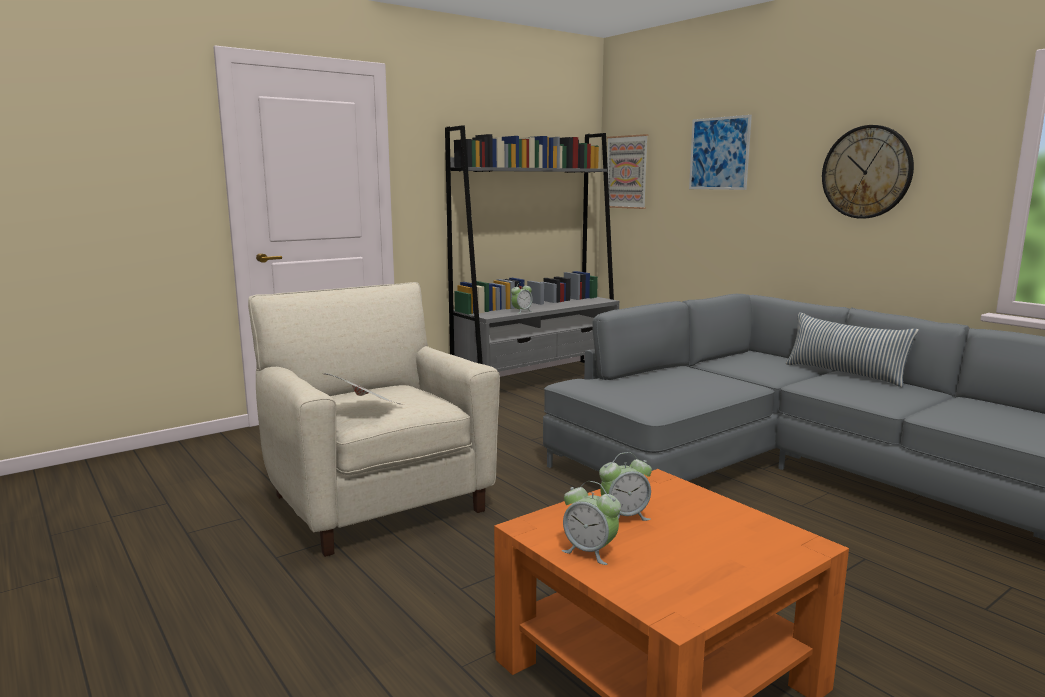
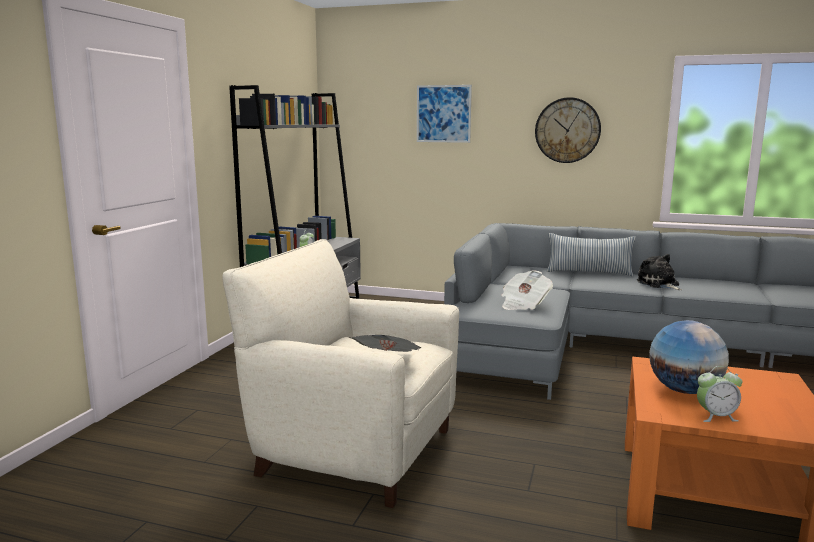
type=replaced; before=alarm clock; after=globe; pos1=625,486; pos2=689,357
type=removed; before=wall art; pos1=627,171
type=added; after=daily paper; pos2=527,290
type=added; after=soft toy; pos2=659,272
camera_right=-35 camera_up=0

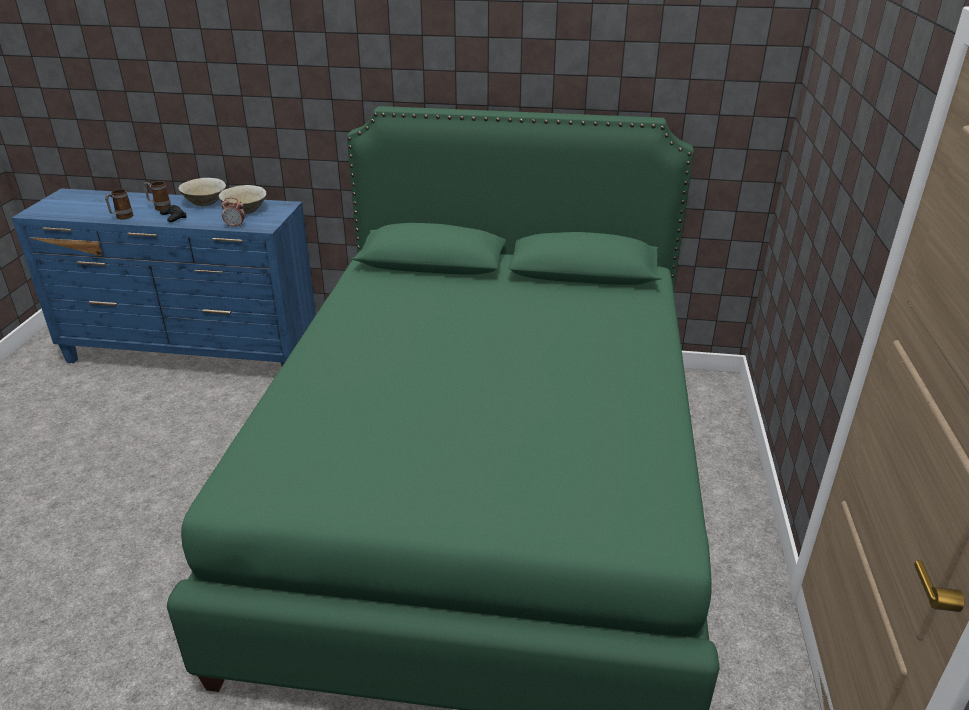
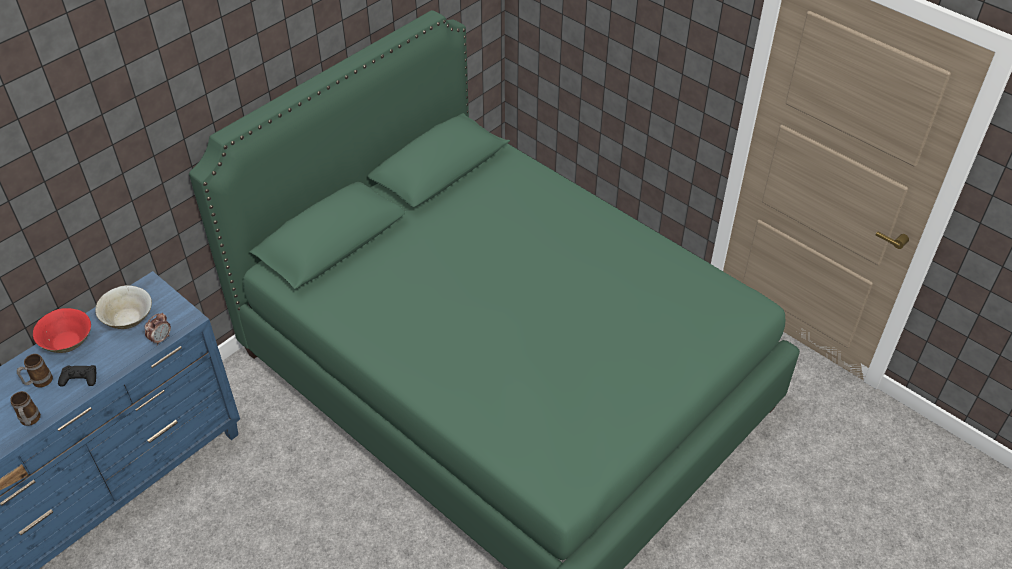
type=recoloured; before=serving bowl (beige-coloured); after=serving bowl (red); pos1=202,192; pos2=62,330
camera_right=-55 camera_up=15

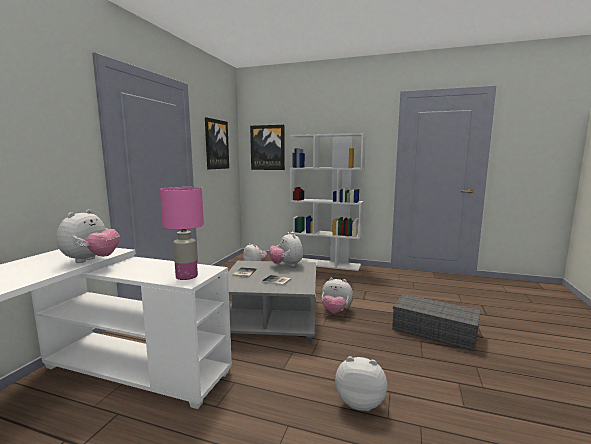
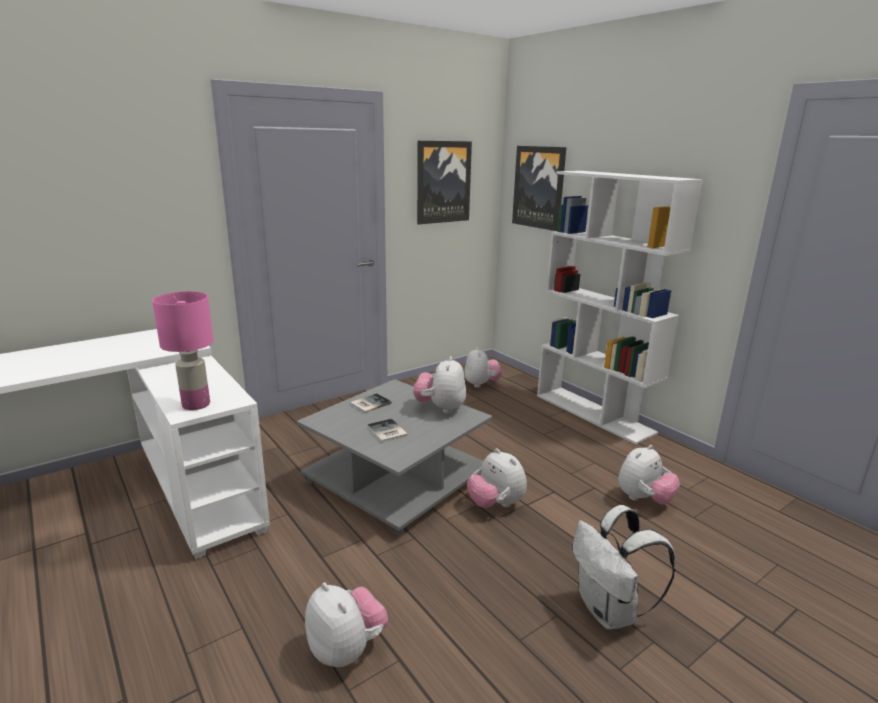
type=moved; before=soft toy; pos1=88,236; pos2=649,474
type=replaced; before=storage bin (grey); after=knapsack (white); pos1=436,322; pos2=624,567
camera_right=35 camera_up=10

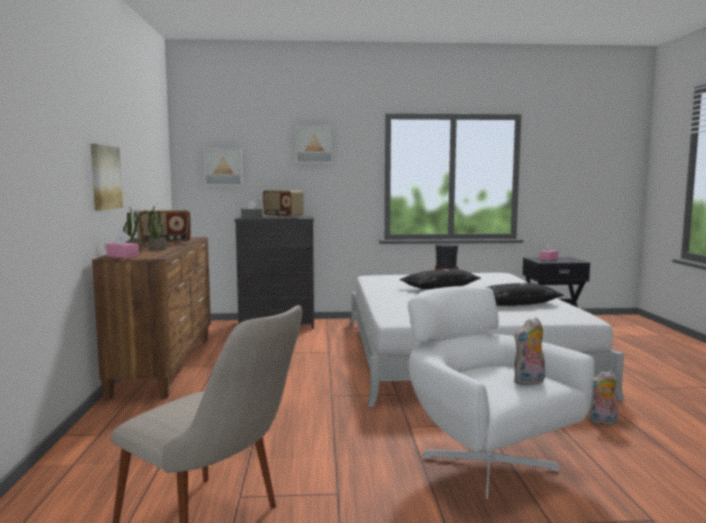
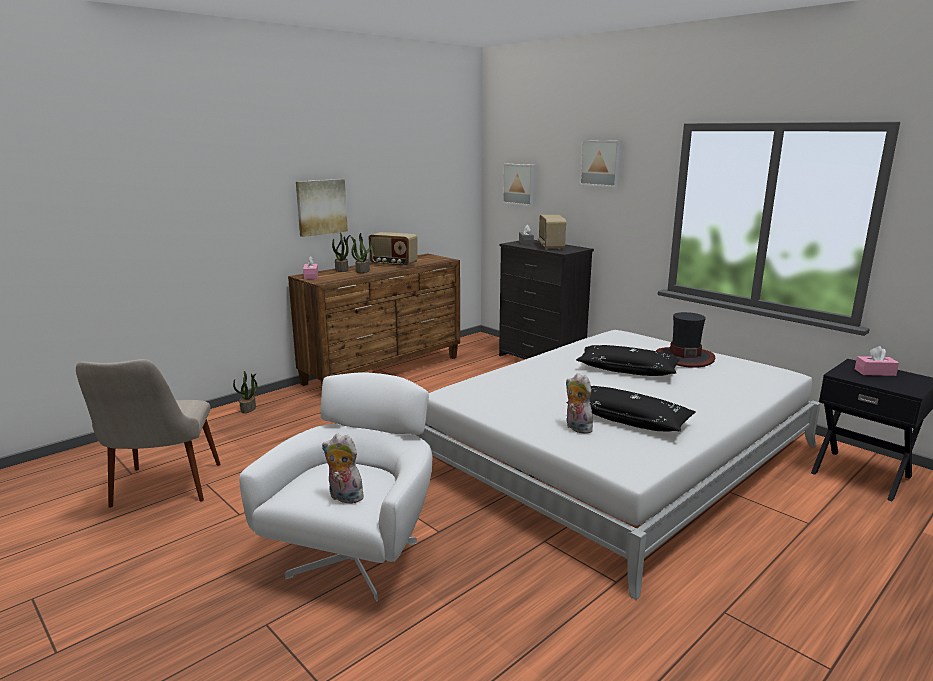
type=moved; before=soft toy; pos1=603,398; pos2=579,403
type=added; after=houseplant; pos2=245,392
camera_right=50 camera_up=10

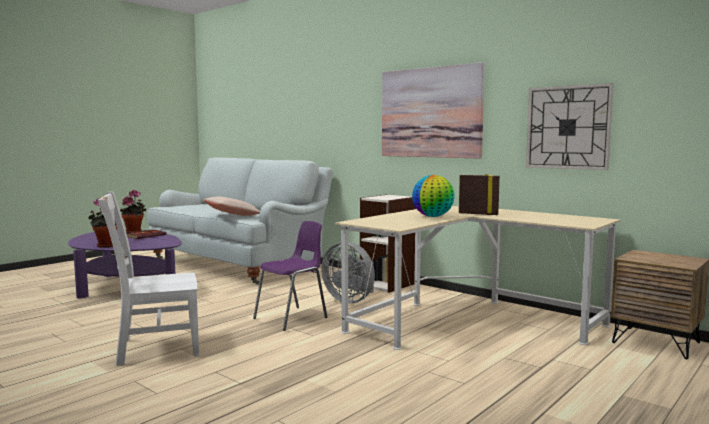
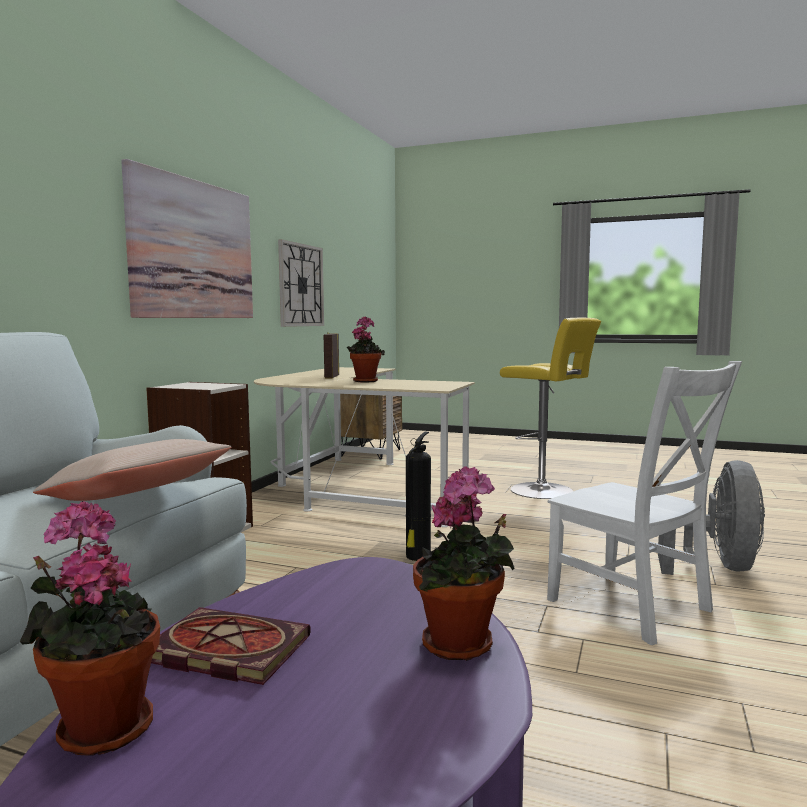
type=replaced; before=upright chair (purple); after=fire-fighting cylinder; pos1=290,276; pos2=418,496
type=moved; before=cooling fan (grey); pos1=348,272; pos2=711,517
type=replaced; before=globe; after=houseplant; pos1=433,196; pos2=366,349
type=added; after=stool seat (yellow-coloured); pos2=550,408
camera_right=-110 camera_up=0

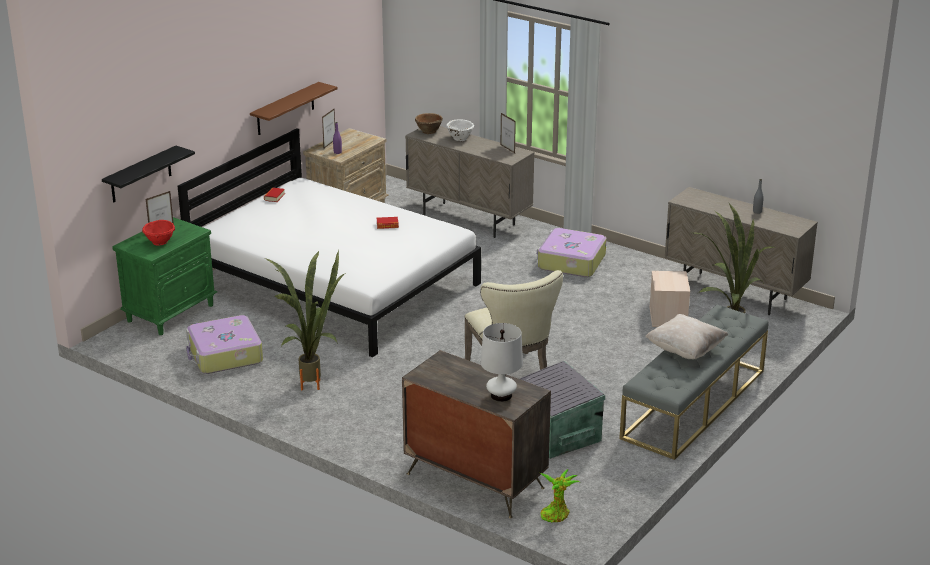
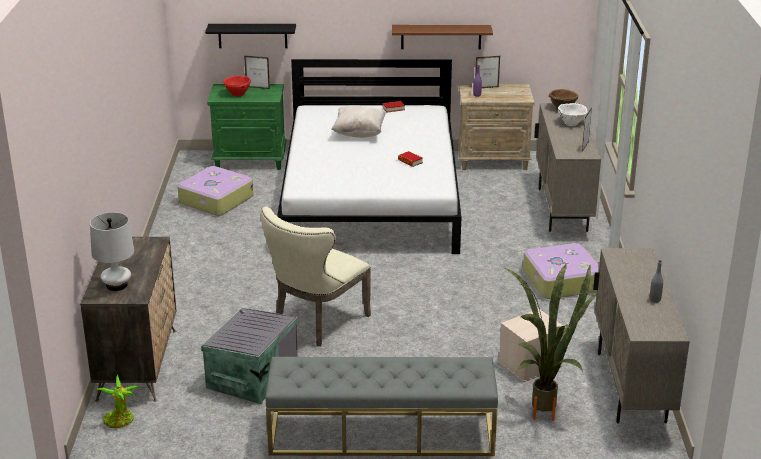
type=removed; before=houseplant; pos1=305,320
type=moved; before=pillow (beige-coloured); pos1=686,336; pos2=358,122
camera_right=55 camera_up=0

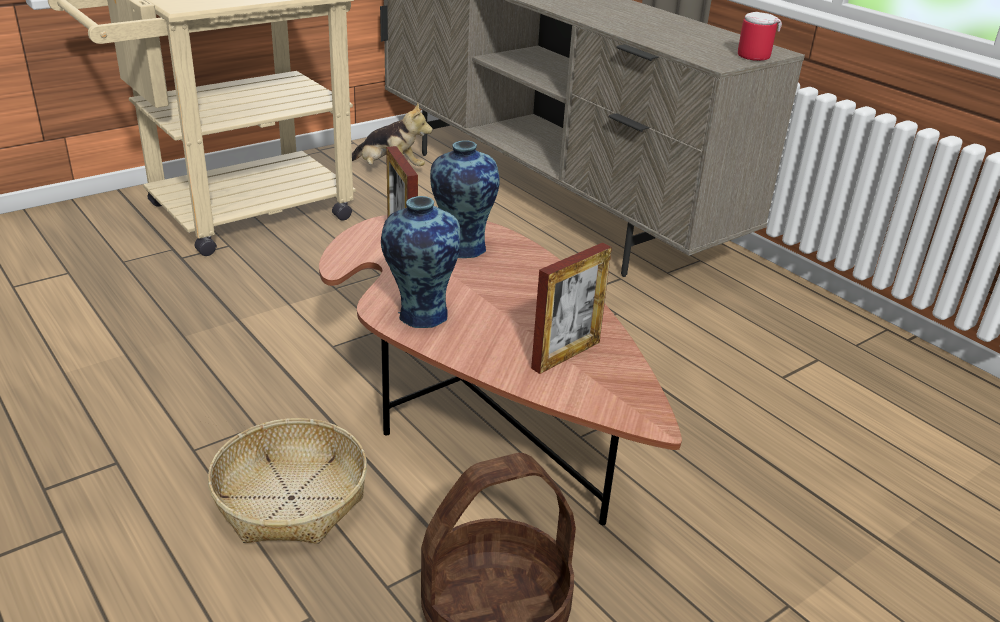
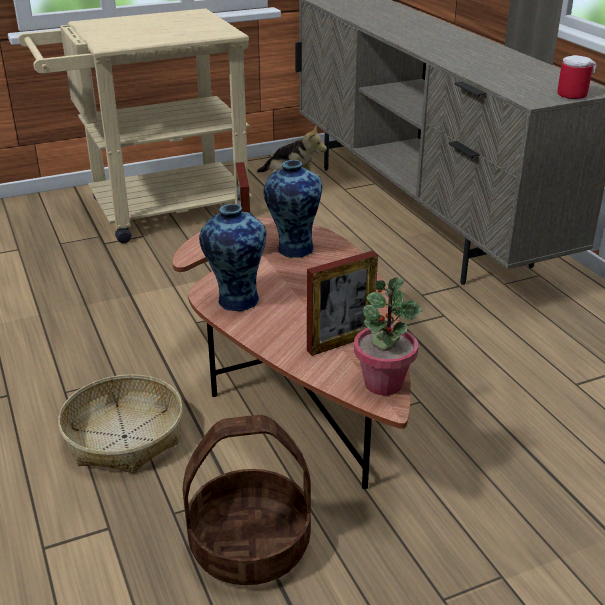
type=added; after=houseplant; pos2=388,337
camera_right=15 camera_up=0

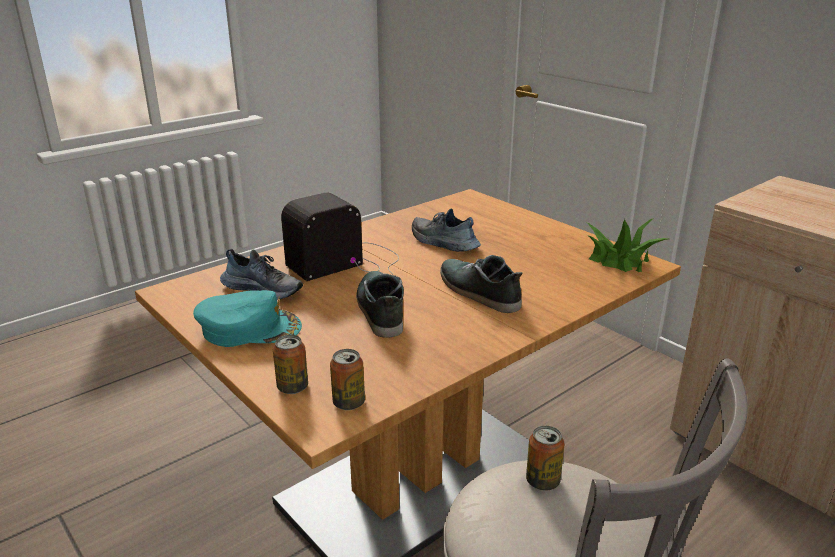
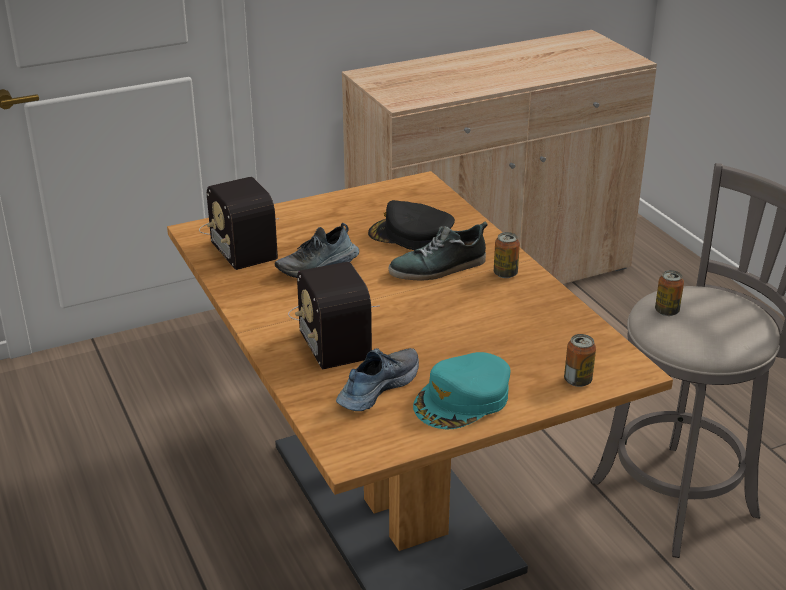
type=turned; before=cap (turquoise-coloured); pos1=247,318; pos2=461,390; turn=-150
type=moved; before=sealed can; pos1=347,379; pos2=507,255
type=removed; before=shoe; pos1=380,304
type=removed; before=houseplant; pos1=626,245
type=added; after=radio; pos2=239,223
type=added; after=cap (black); pos2=411,225
camera_right=-75 camera_up=5

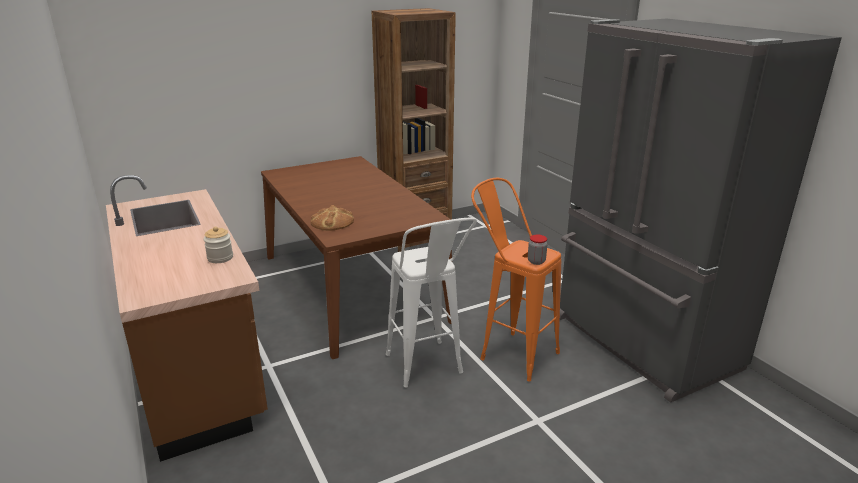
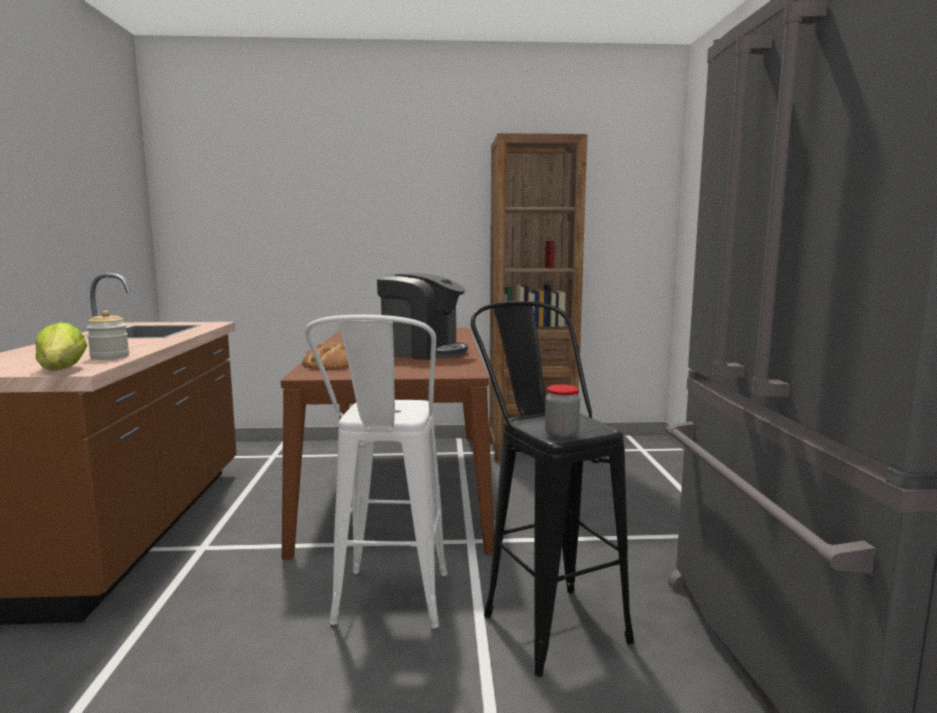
type=recoloured; before=stool seat (orangey); after=stool seat (black); pos1=516,280; pos2=552,489
type=added; after=lettuce head; pos2=61,346
type=added; after=coffee brewer; pos2=422,316
camera_right=25 camera_up=-15

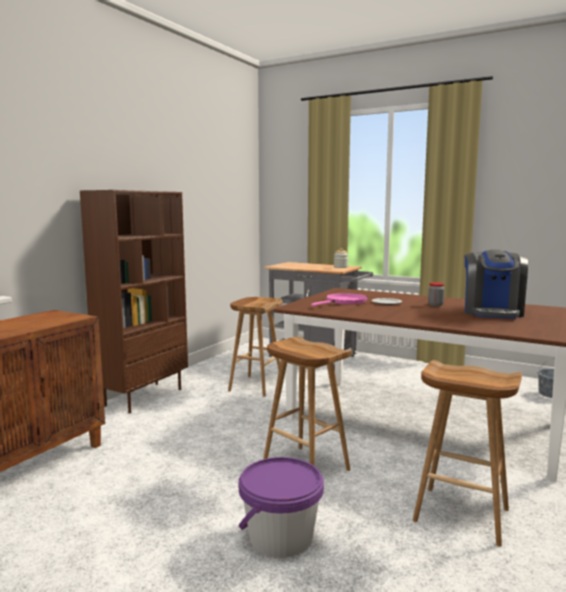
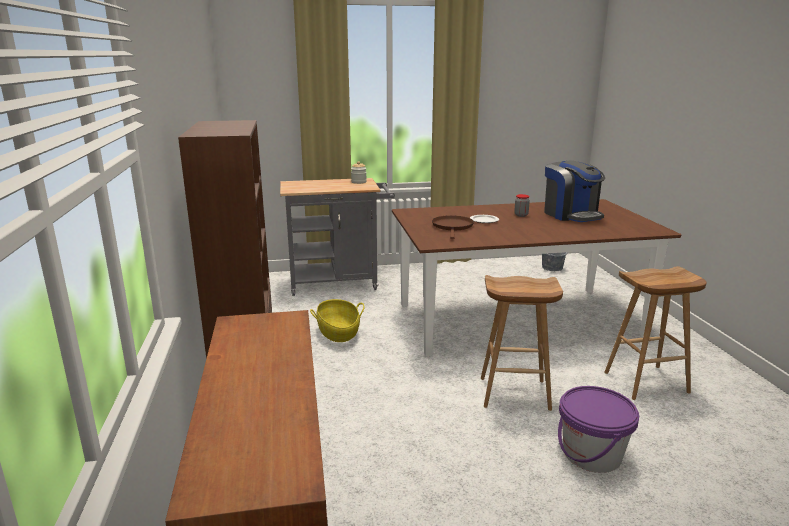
type=replaced; before=stool seat (brownish); after=household basket; pos1=255,347; pos2=337,320
type=recoloured; before=pan (pink-coloured); after=pan (brownish); pos1=339,299; pos2=453,227
camera_right=-40 camera_up=10

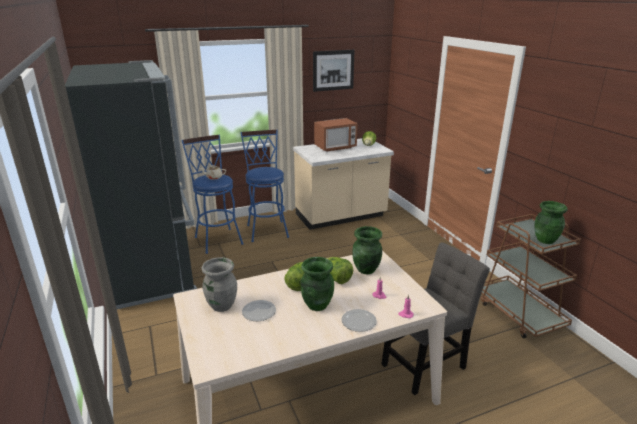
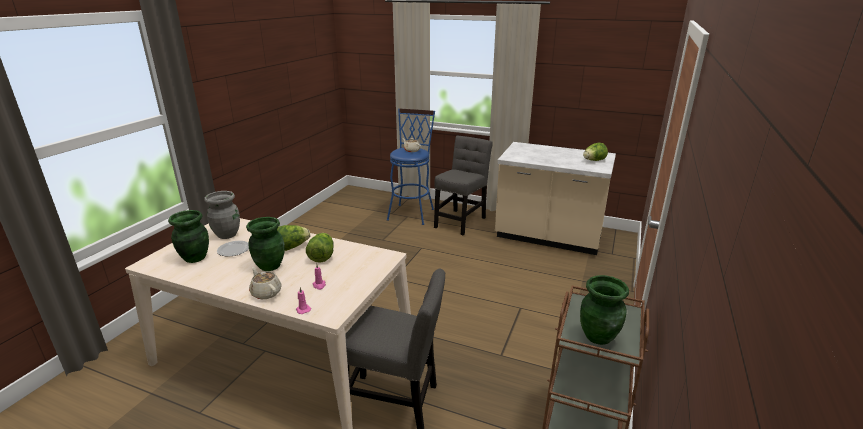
type=removed; before=kitchen fridge (black); pos1=131,184
type=replaced; before=stool seat (blue-coloured); after=upright chair (grey); pos1=265,186; pos2=463,185
type=removed; before=wall art; pos1=333,71
type=removed; before=microwave oven; pos1=336,135
type=replaced; before=flat dish; after=pot for tea (beige-coloured); pos1=359,320; pos2=265,283
type=moved; before=decorative vase (greenish); pos1=367,250; pos2=188,236
camera_right=45 camera_up=0

